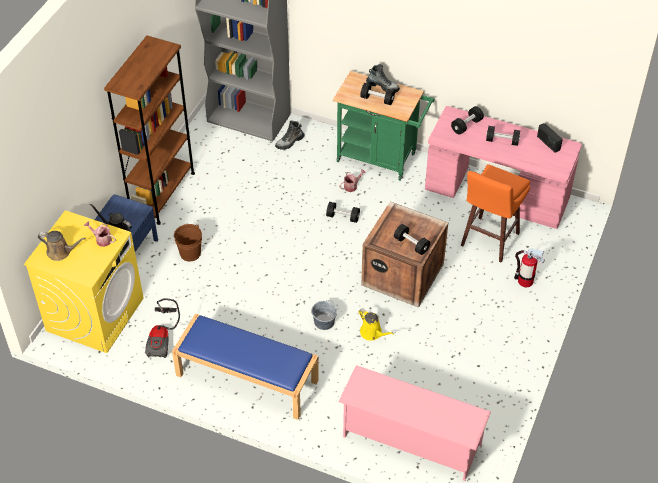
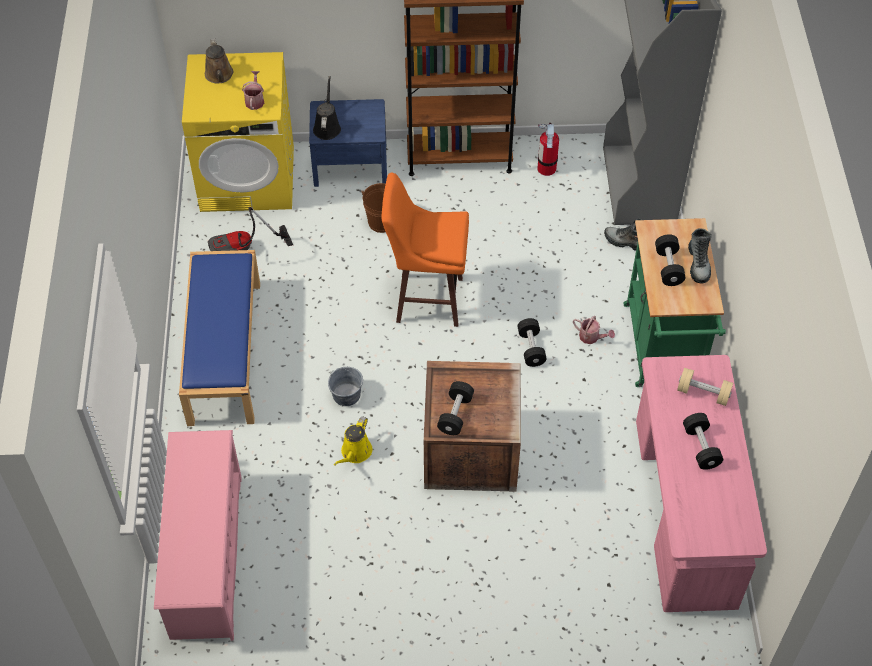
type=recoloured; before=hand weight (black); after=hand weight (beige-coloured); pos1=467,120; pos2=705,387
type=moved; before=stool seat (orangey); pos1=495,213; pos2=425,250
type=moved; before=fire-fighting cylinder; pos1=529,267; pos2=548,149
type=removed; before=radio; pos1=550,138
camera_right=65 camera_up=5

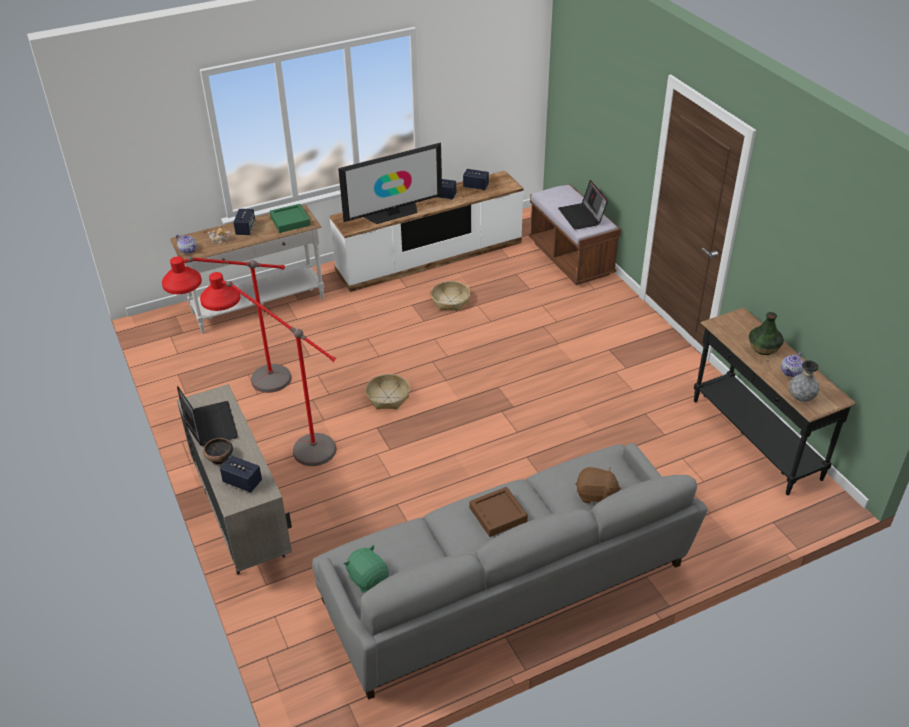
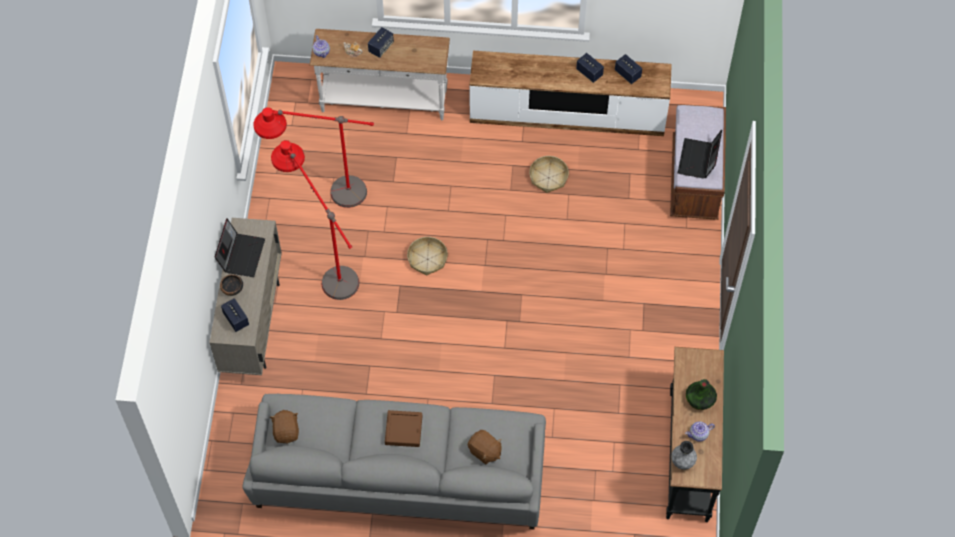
type=removed; before=serving tray (greenish); pos1=290,218
type=removed; before=television; pos1=390,183
type=recoloured; before=soft toy (greenish); after=soft toy (brownish); pos1=366,569; pos2=284,427
camera_right=30 camera_up=20

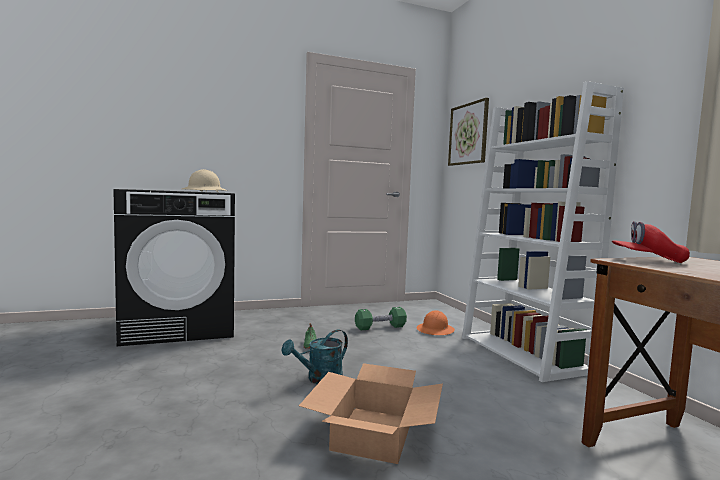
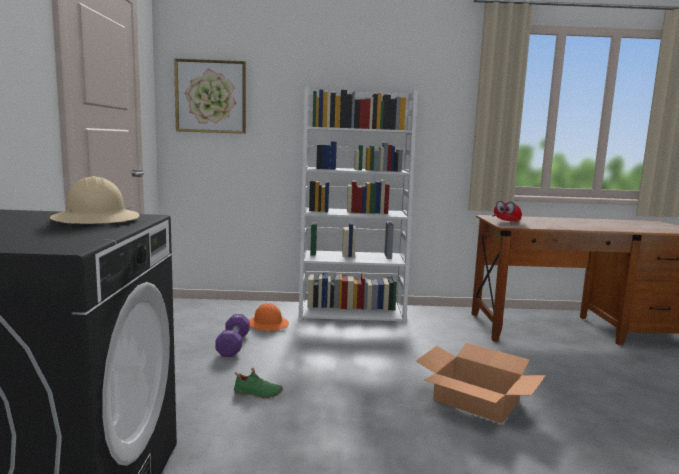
type=removed; before=watering can (turquoise-coloured); pos1=314,356
type=recoloured; before=hand weight (greenish); after=hand weight (purple); pos1=381,318; pos2=232,335
camera_right=-70 camera_up=5

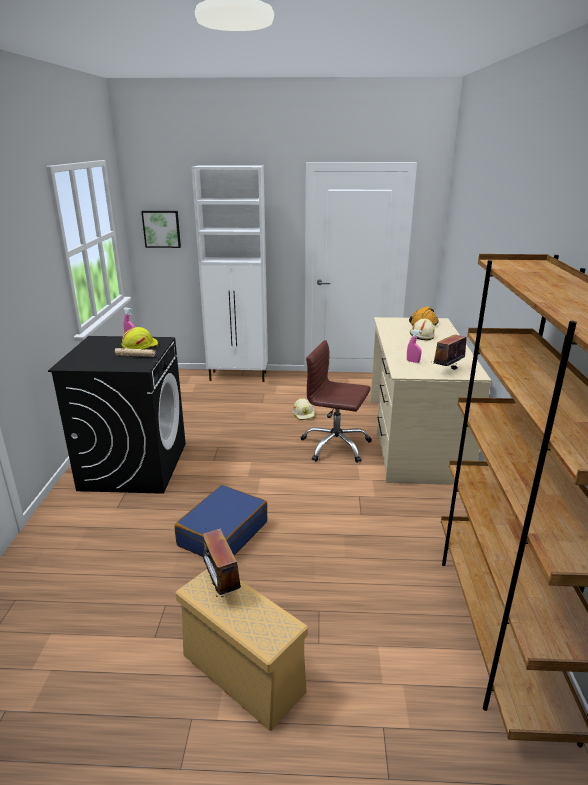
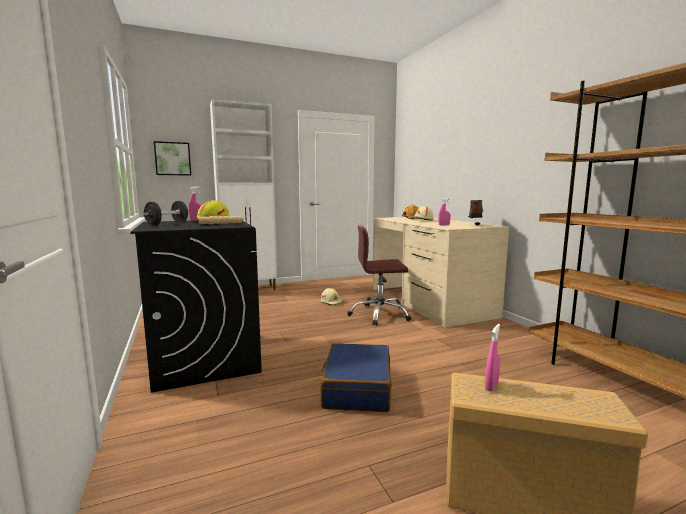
type=replaced; before=radio; after=sprayer (pink-coloured); pos1=219,564; pos2=492,357
type=added; after=hand weight (black); pos2=165,213
camera_right=-25 camera_up=-15

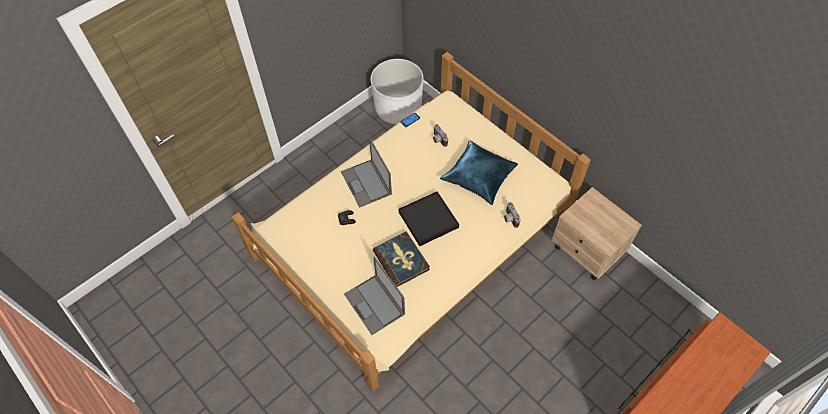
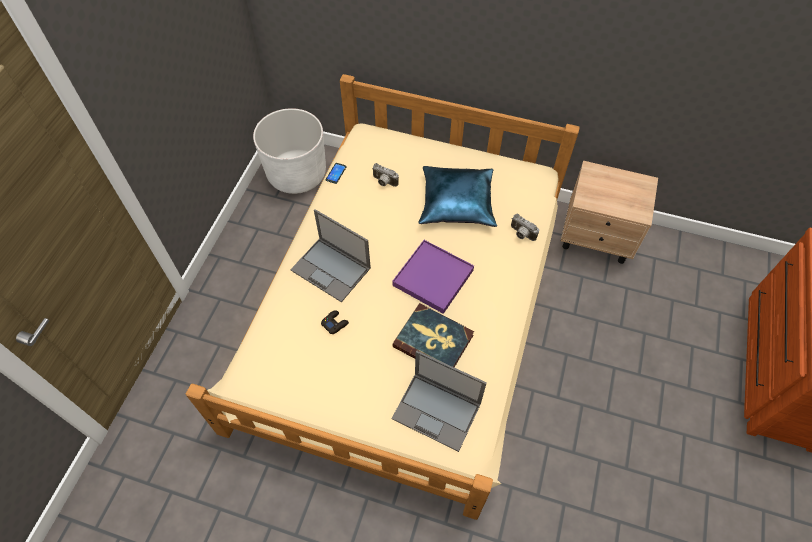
type=recoloured; before=serving tray (black); after=serving tray (purple); pos1=429,218; pos2=433,277
camera_right=-30 camera_up=0

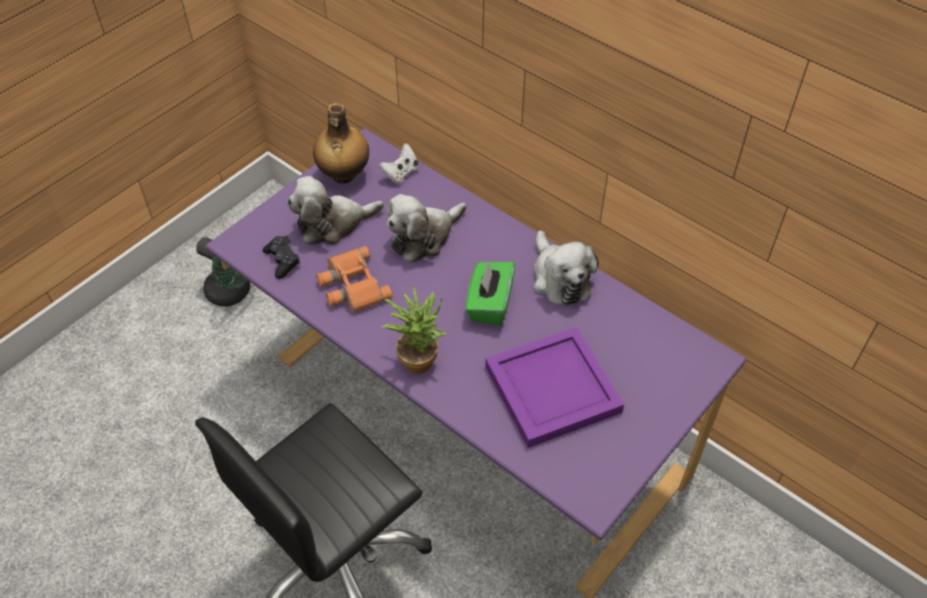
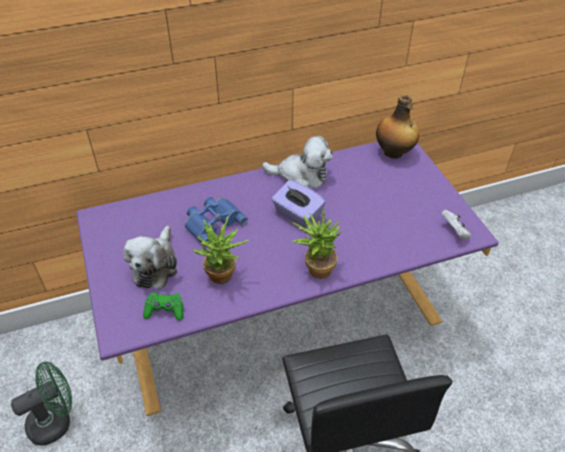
type=recoloured; before=joypad (black); after=joypad (greenish); pos1=281,257; pos2=163,306
type=moved; before=bottle; pos1=341,143; pos2=397,126
type=replaced; before=binoculars (orangey); after=houseplant; pos1=354,279; pos2=221,250
type=moved; before=joypad (white); pos1=398,163; pos2=456,224
type=replaced; before=soft toy; after=binoculars (blue-coloured); pos1=427,228; pos2=216,221
type=recoloured; before=tissue box (greenish); after=tissue box (purple); pos1=490,293; pos2=298,204
type=removed; before=serving tray (purple); pos1=554,387
camera_right=-60 camera_up=-5

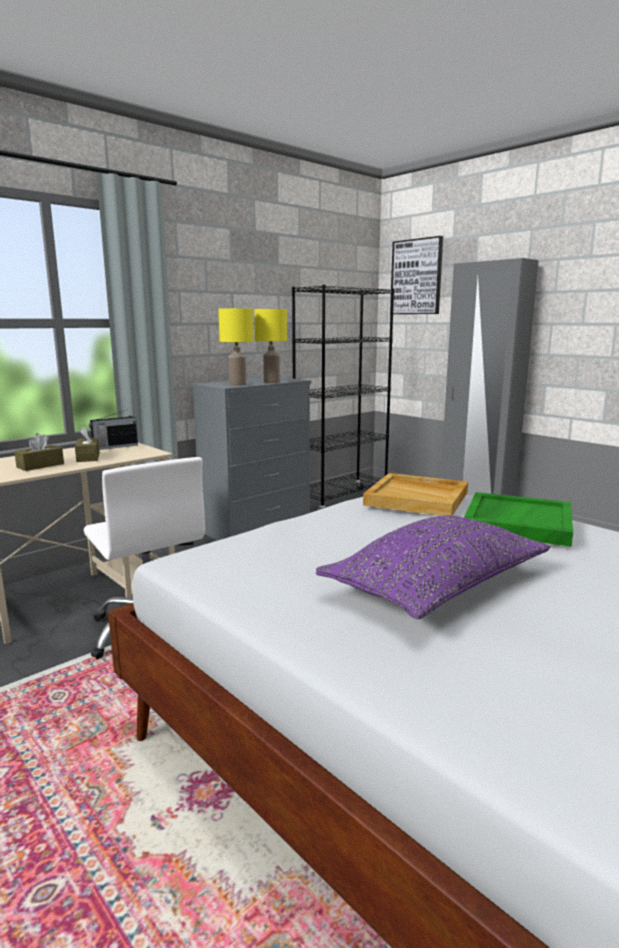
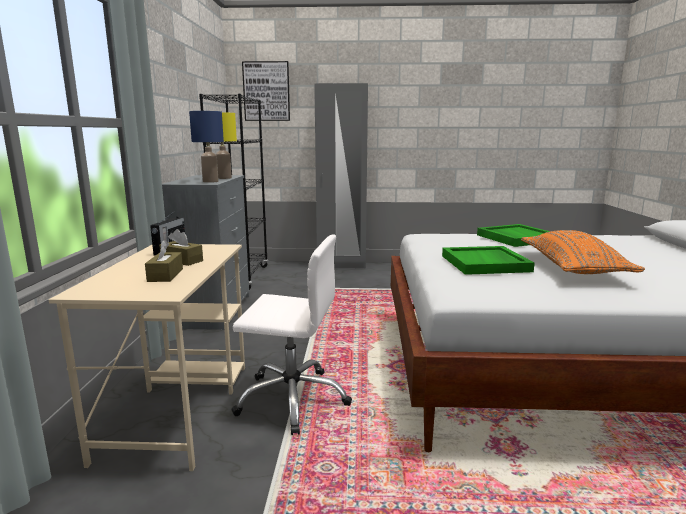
type=recoloured; before=tabletop lamp (yellow-coloured); after=tabletop lamp (blue-coloured); pos1=235,347; pos2=206,147
type=recoloured; before=pillow (purple); after=pillow (orangey); pos1=433,567; pos2=583,252
type=removed; before=serving tray (beige-coloured); pos1=415,494
type=added; after=serving tray (greenish); pos2=488,260
camera_right=-45 camera_up=0

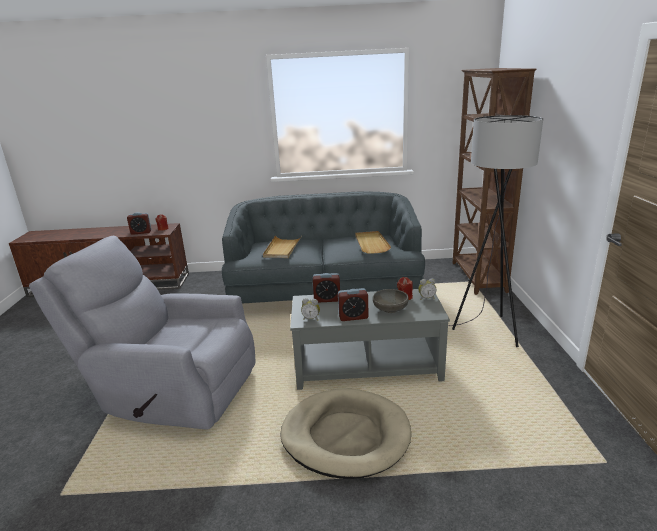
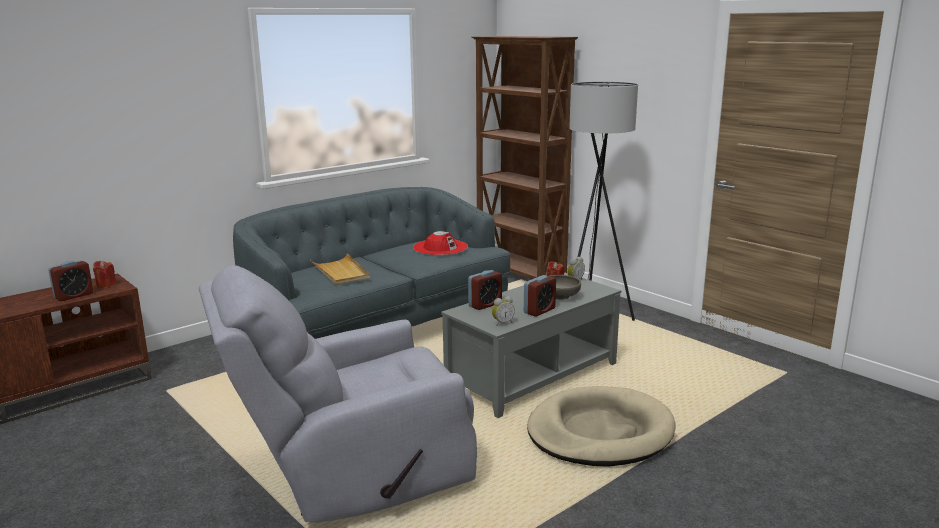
type=replaced; before=serving tray (beige-coloured); after=hat (red); pos1=373,242; pos2=440,243
camera_right=-40 camera_up=-5

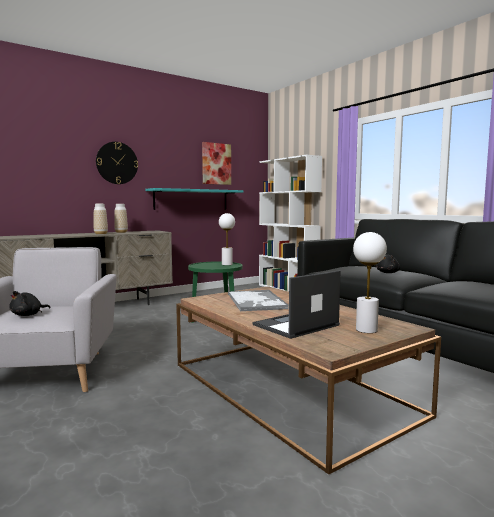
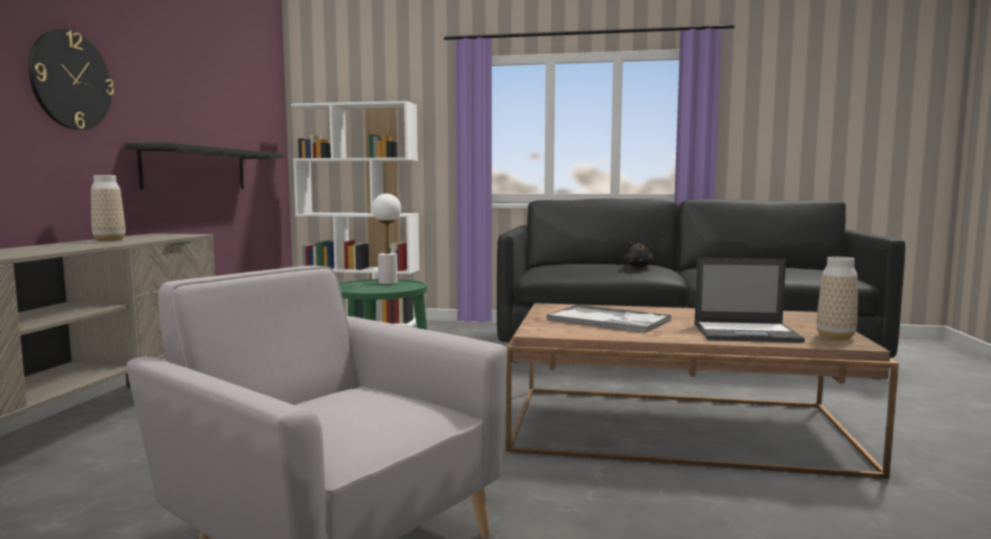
type=removed; before=soft toy (black); pos1=29,303
type=moved; before=decorative vase; pos1=101,219; pos2=837,298
type=recoloured; before=wall shelf (turquoise-coloured); after=wall shelf (black); pos1=194,199; pos2=204,166
type=removed; before=wall art; pos1=216,163
type=turned; before=portable computer; pos1=297,304; pos2=749,300; turn=-90
type=removed; before=tabletop lamp (white); pos1=370,282
camera_right=-45 camera_up=0

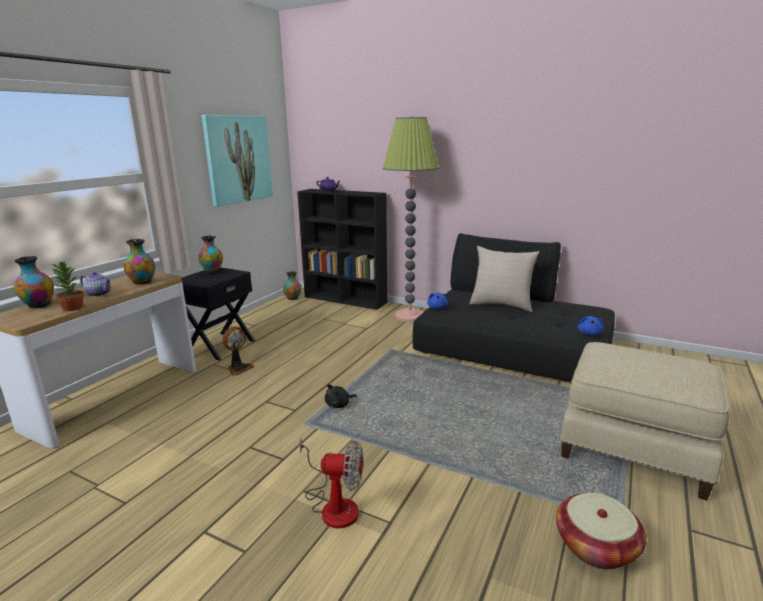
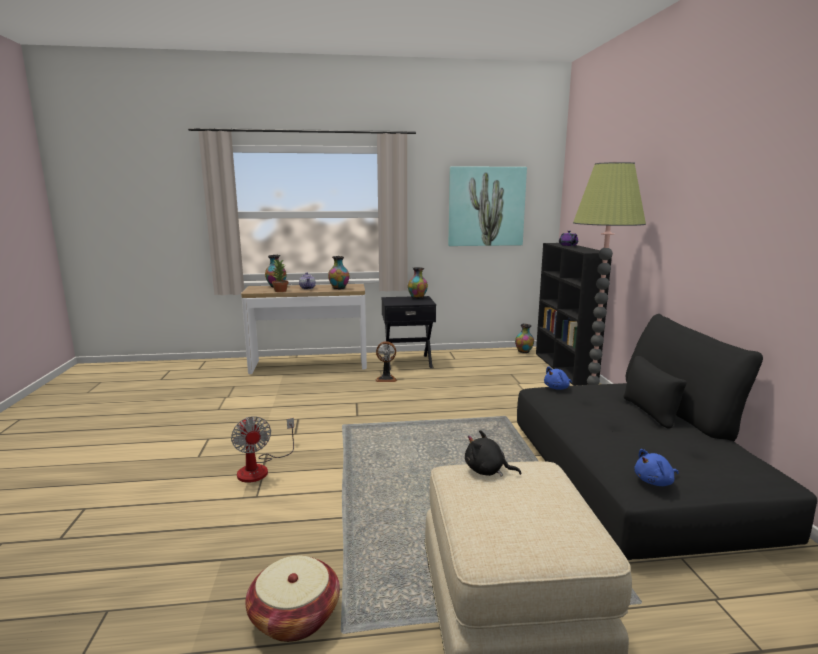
type=moved; before=soft toy (black); pos1=341,396; pos2=493,453
type=removed; before=pillow (beige-coloured); pos1=504,279
camera_right=55 camera_up=-5

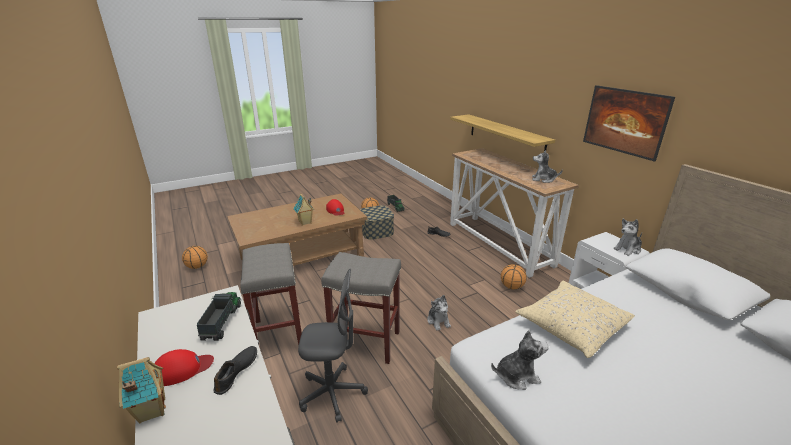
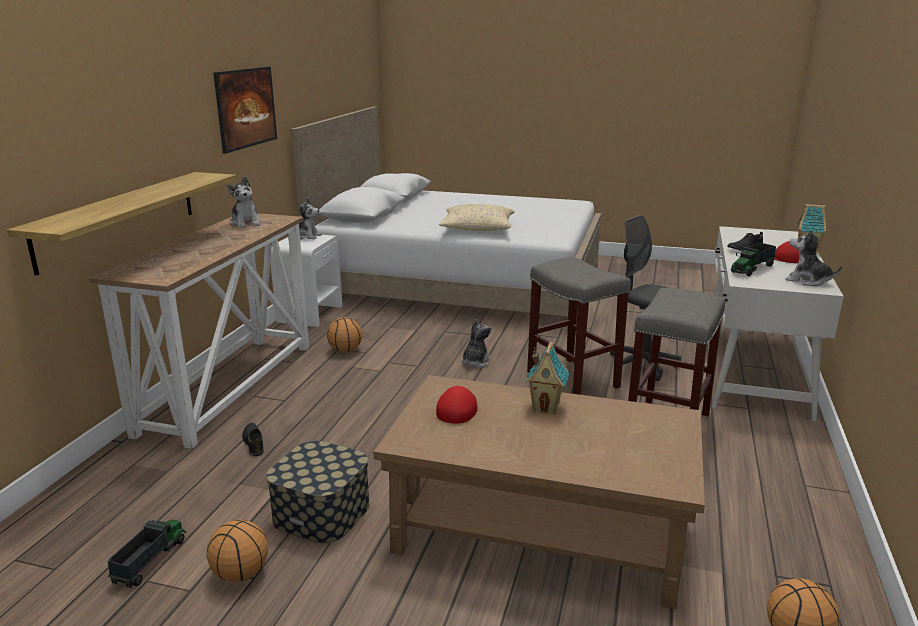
type=moved; before=soft toy; pos1=520,360; pos2=813,257
camera_right=-135 camera_up=-5

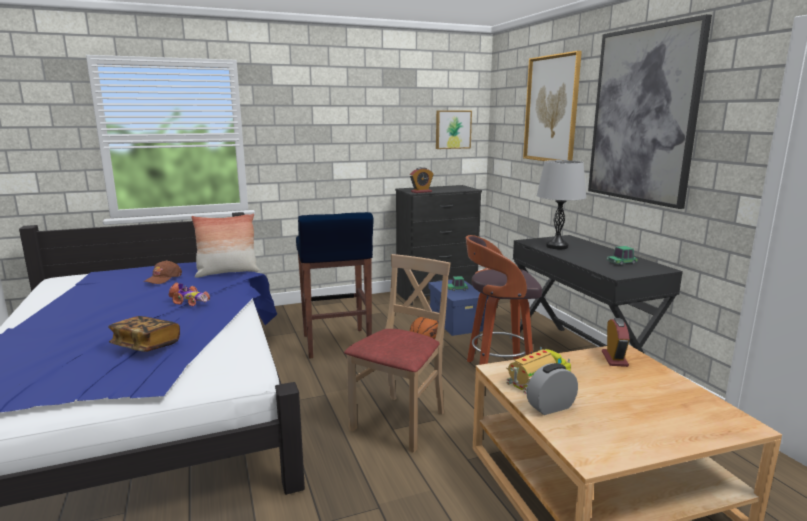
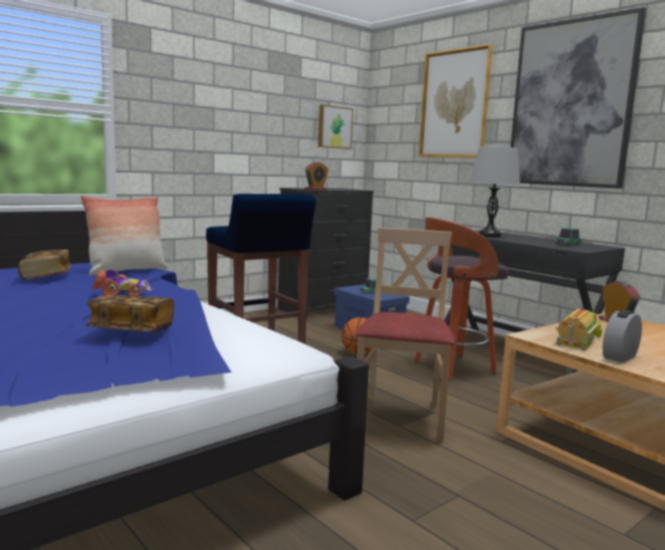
type=replaced; before=cap (brownish); after=bound book; pos1=162,272; pos2=44,264
camera_right=-20 camera_up=-5

